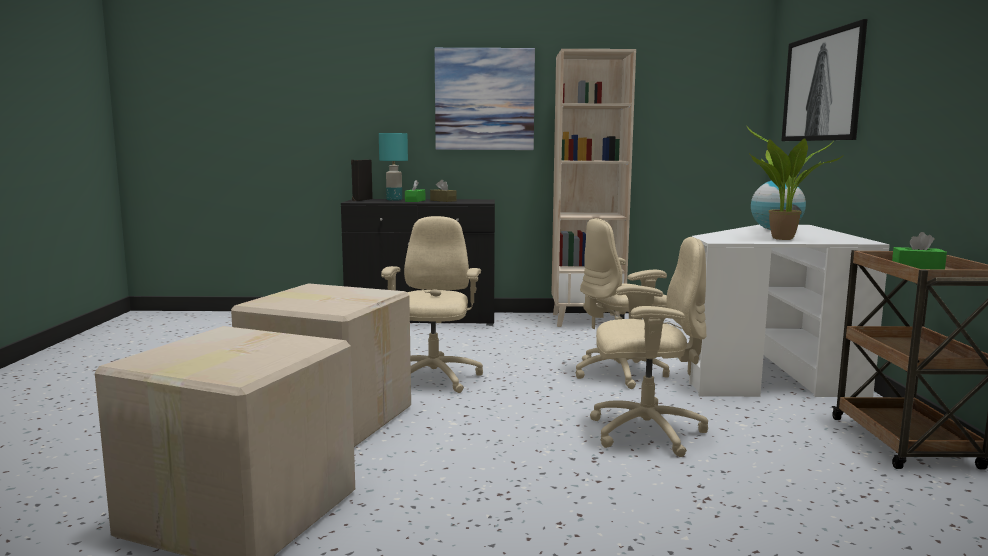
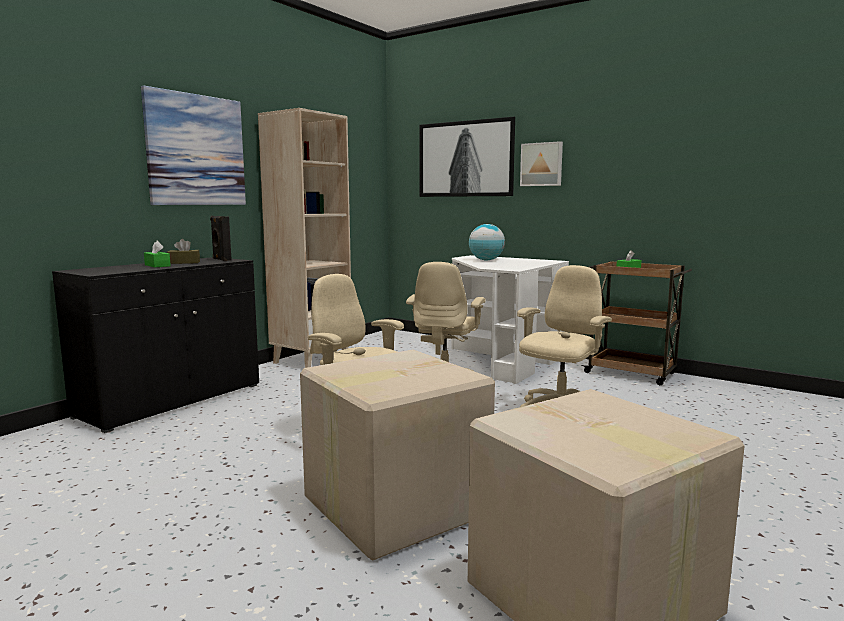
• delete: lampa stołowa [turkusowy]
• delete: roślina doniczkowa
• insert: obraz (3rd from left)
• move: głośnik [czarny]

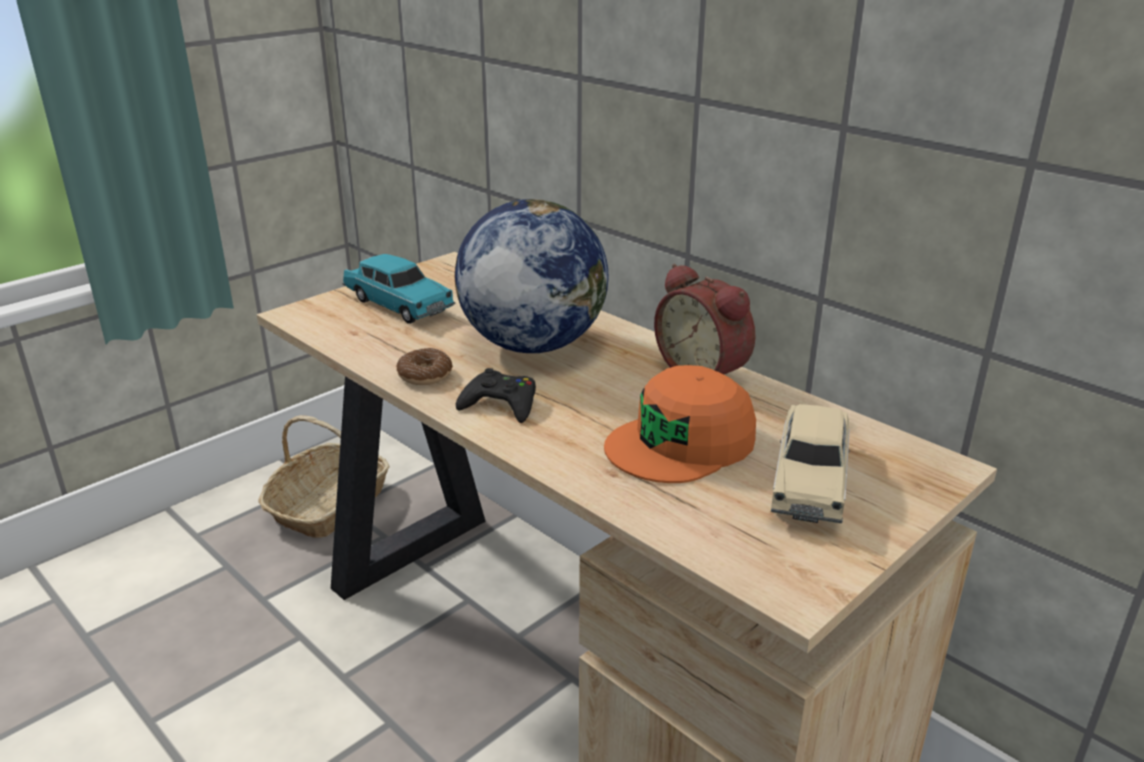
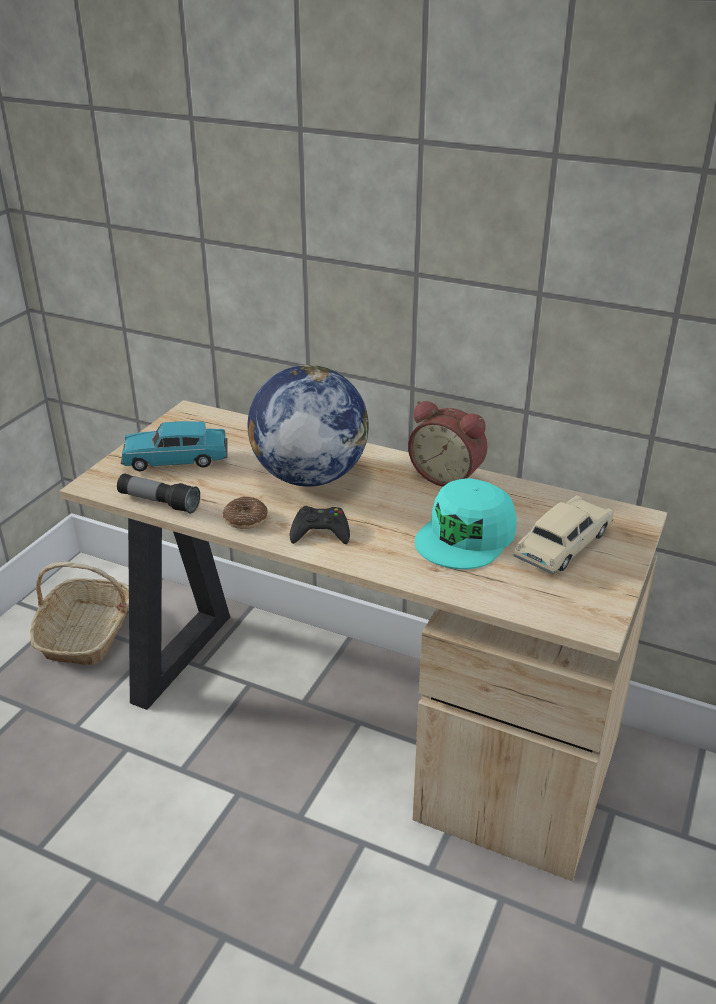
• insert: latarka
• recolor: czapka z daszkiem [pomarańczowy] to czapka z daszkiem [turkusowy]
• rotate: samochodzik [turkusowy] 150 degrees clockwise
• rotate: samochodzik [beżowy] 135 degrees counterclockwise

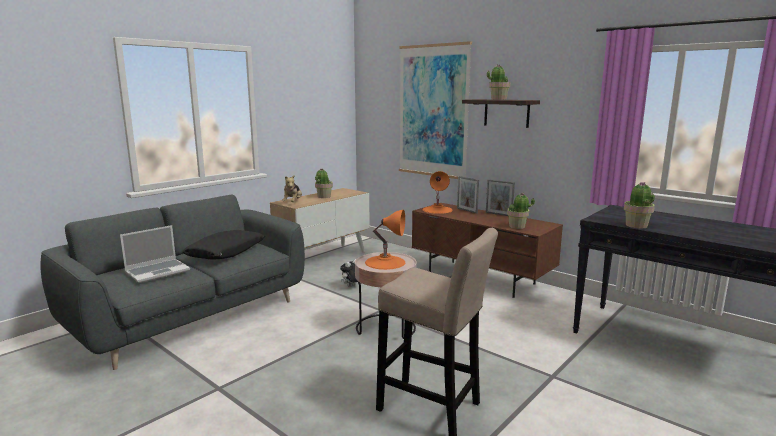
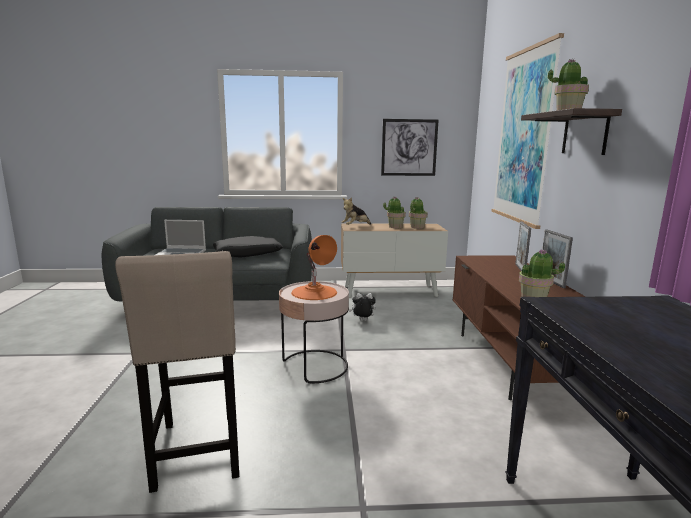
• delete: lampa stołowa [pomarańczowy] (2nd from left)
• insert: obraz (1st from left)
• move: roślina doniczkowa (4th from left in the first image) to roślina doniczkowa (2nd from left)

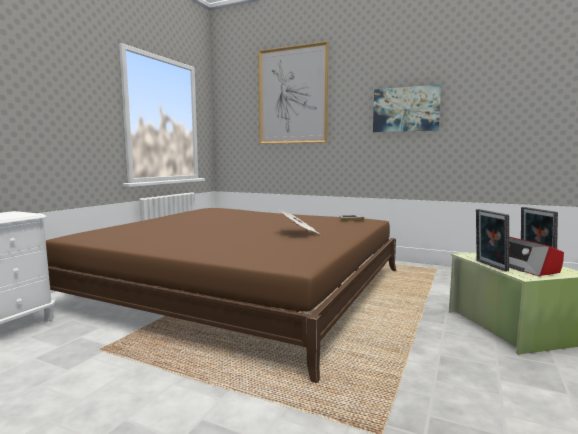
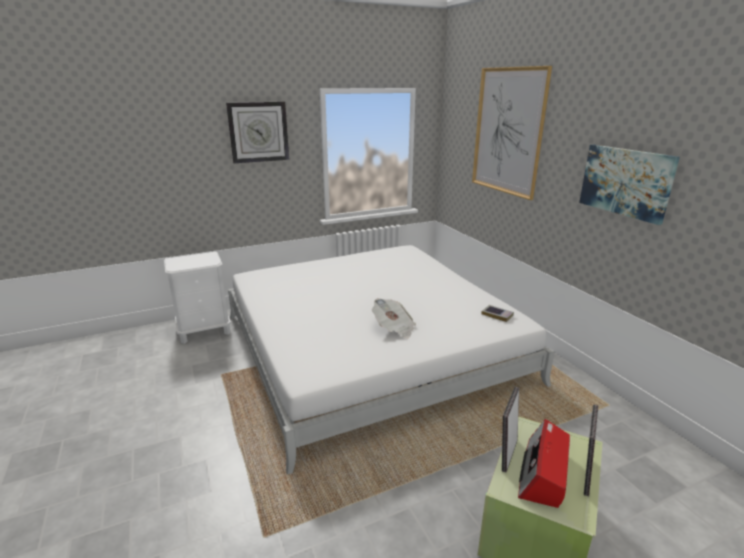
• insert: zegar ścienny
• recolor: łóżko [brązowy] to łóżko [biały]

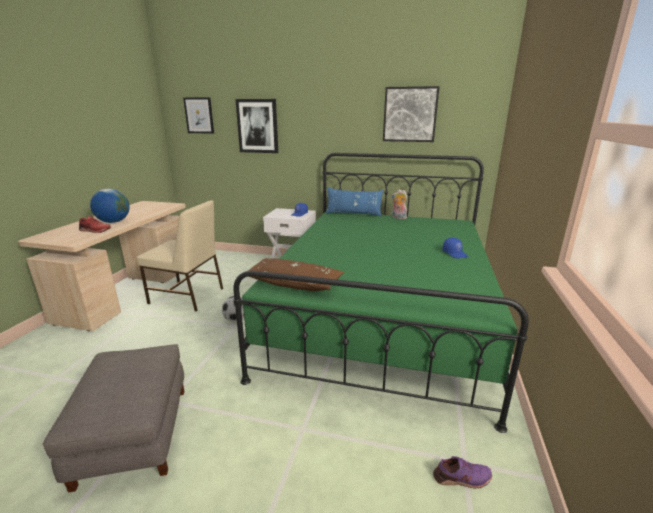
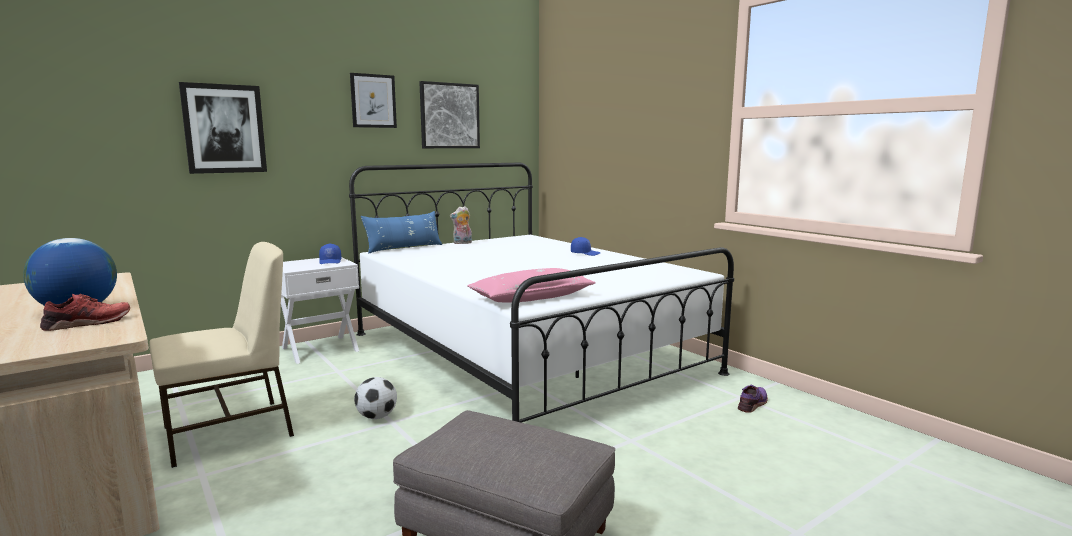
• move: obraz (1st from left in the first image) to obraz (2nd from left)
• recolor: łóżko [zielony] to łóżko [biały]
• recolor: poduszka [brązowy] to poduszka [różowy]

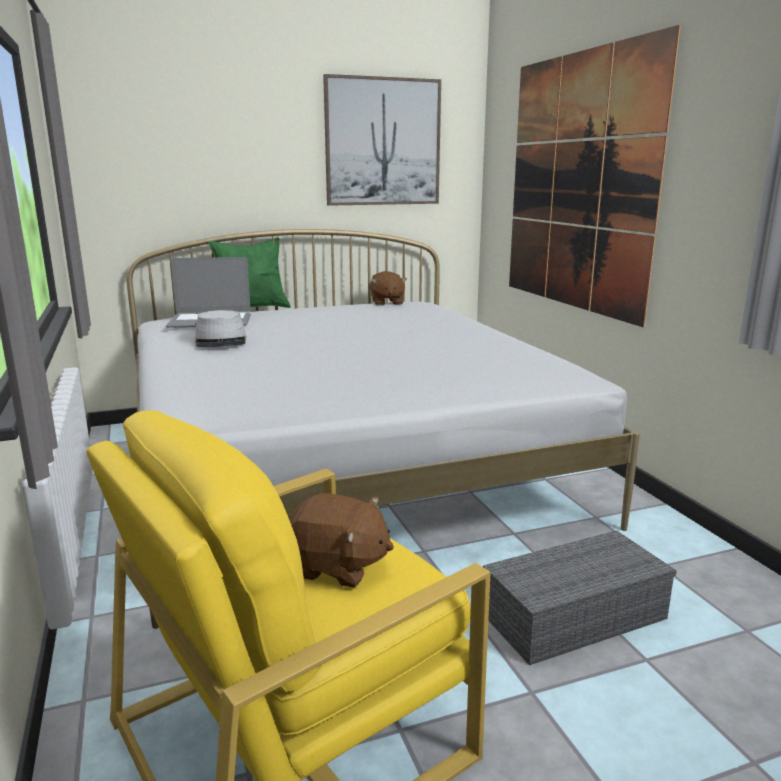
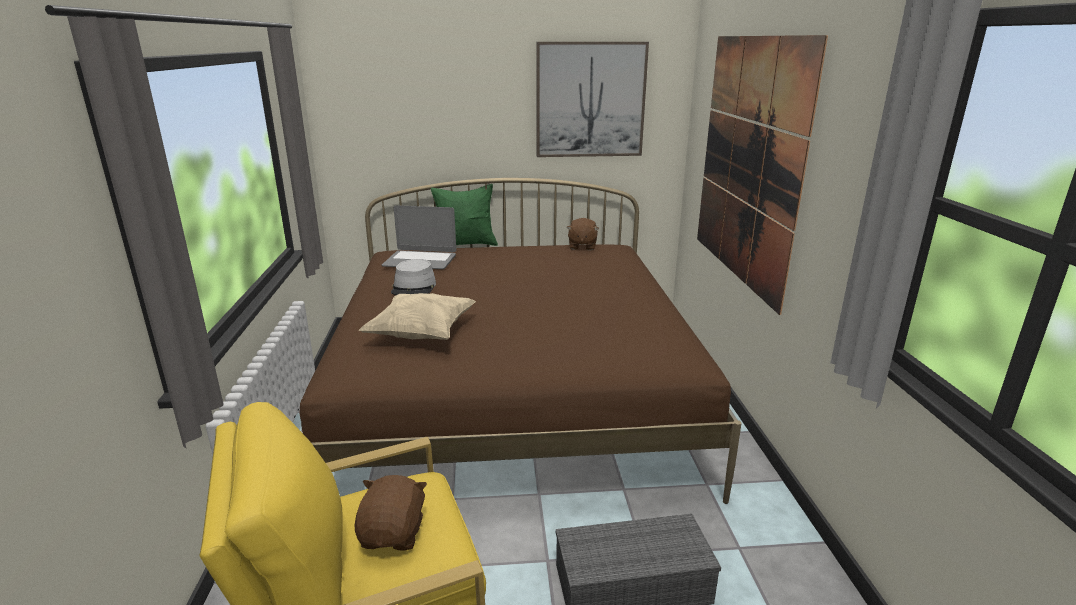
• insert: poduszka [beżowy]
• recolor: łóżko [biały] to łóżko [brązowy]
• rotate: pluszak [brązowy] (1st from left) 120 degrees counterclockwise

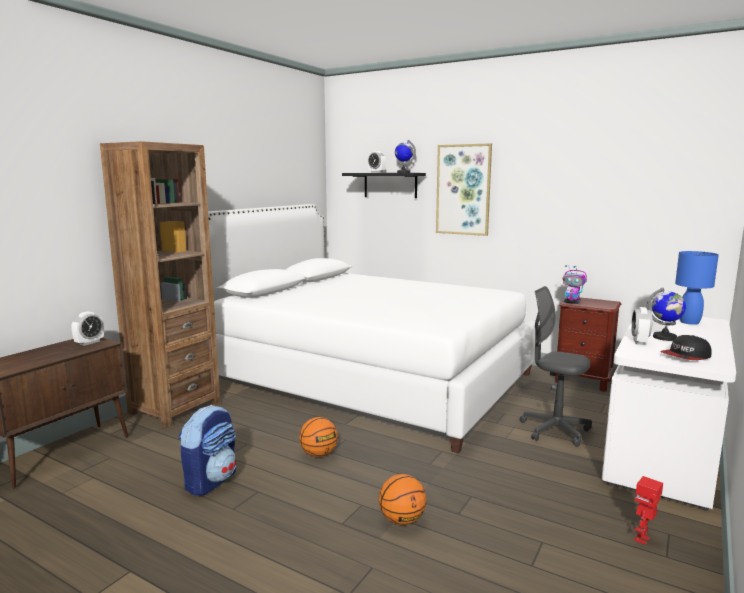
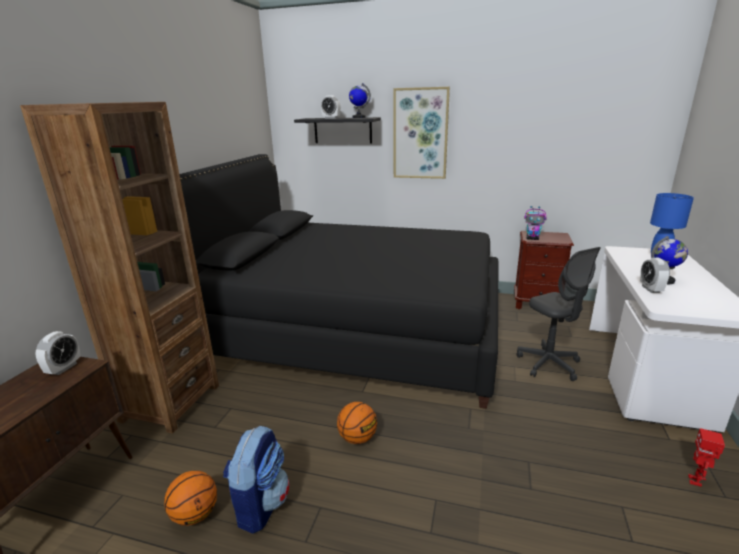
• delete: czapka z daszkiem
• move: piłka do koszykówki (2nd from left in the first image) to piłka do koszykówki (1st from left)
• recolor: łóżko [biały] to łóżko [czarny]
• rotate: krzesło biurowe [szary] 135 degrees counterclockwise

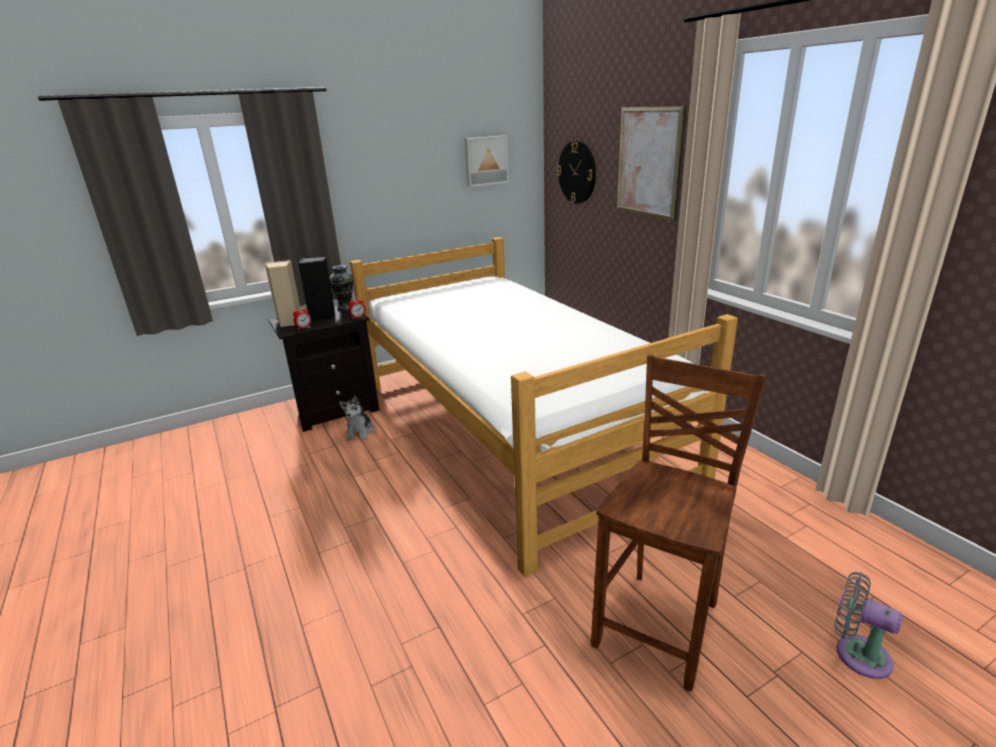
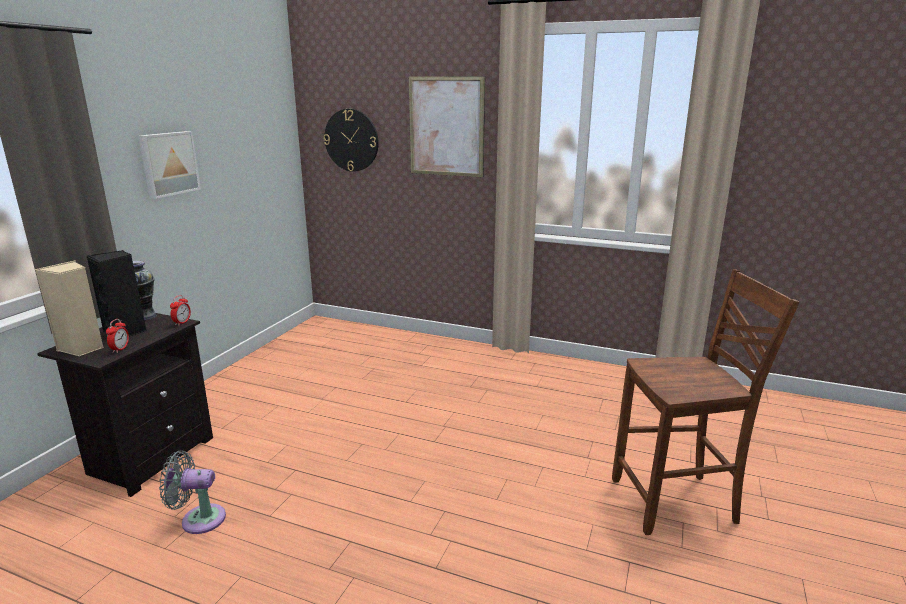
• delete: pluszak
• delete: łóżko
• move: obraz (1st from left)
• move: wentylator [szary]
• rotate: krzesło [brązowy] 90 degrees clockwise

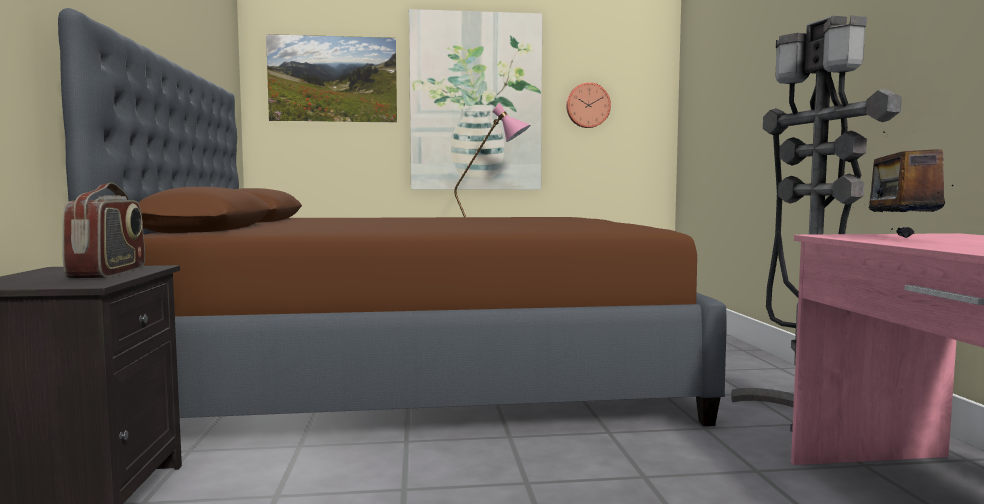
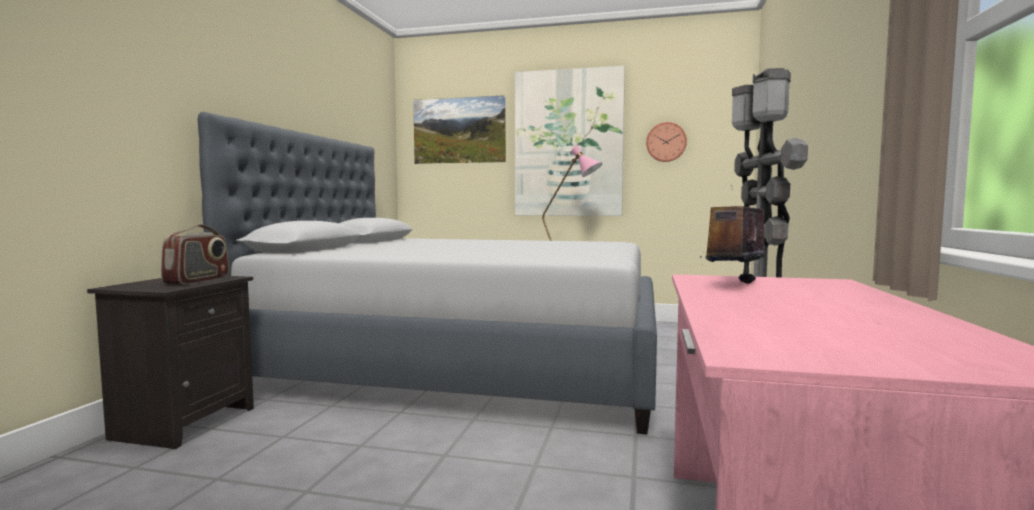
• recolor: łóżko [brązowy] to łóżko [szary]

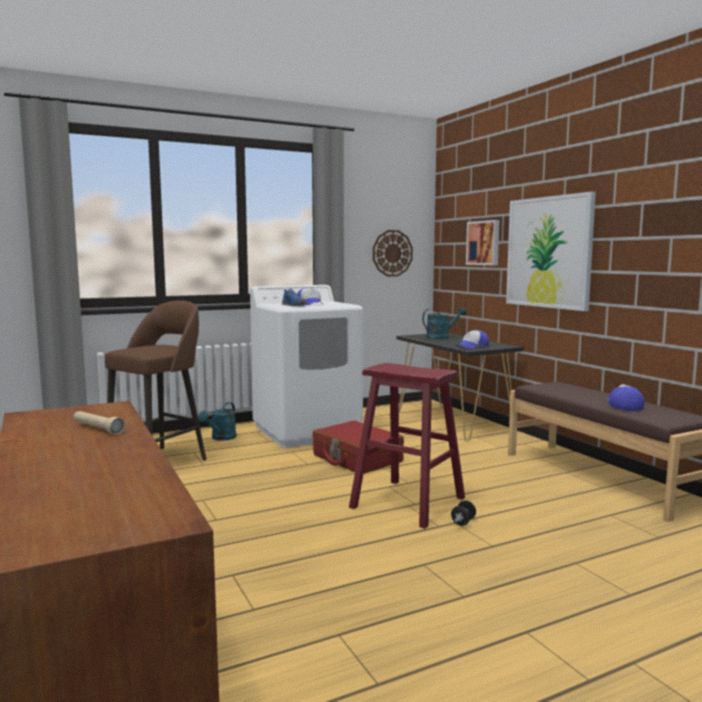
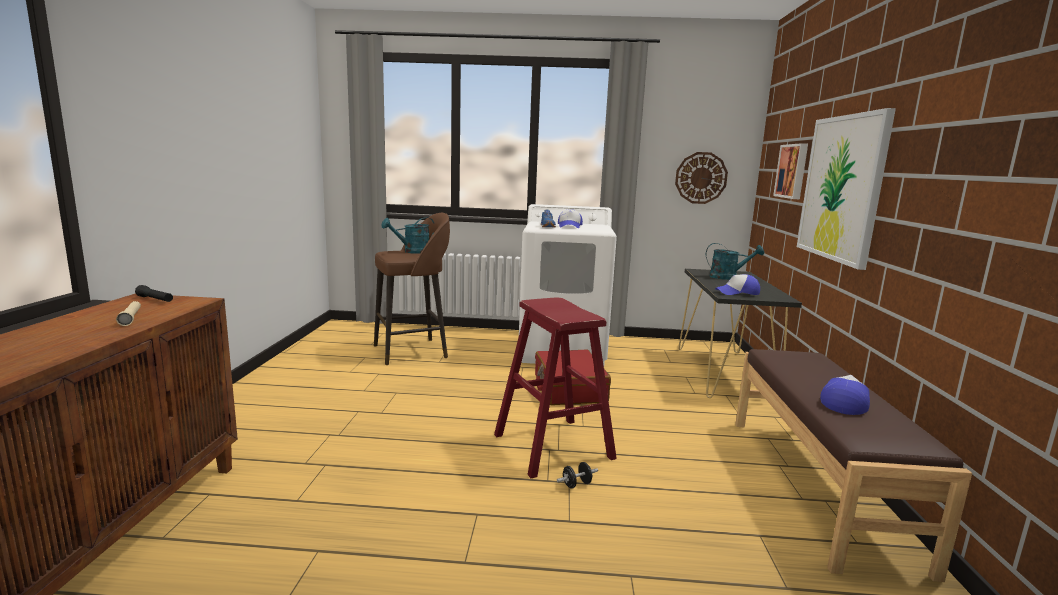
• insert: latarka [czarny]
• move: konewka [turkusowy] (1st from left)

